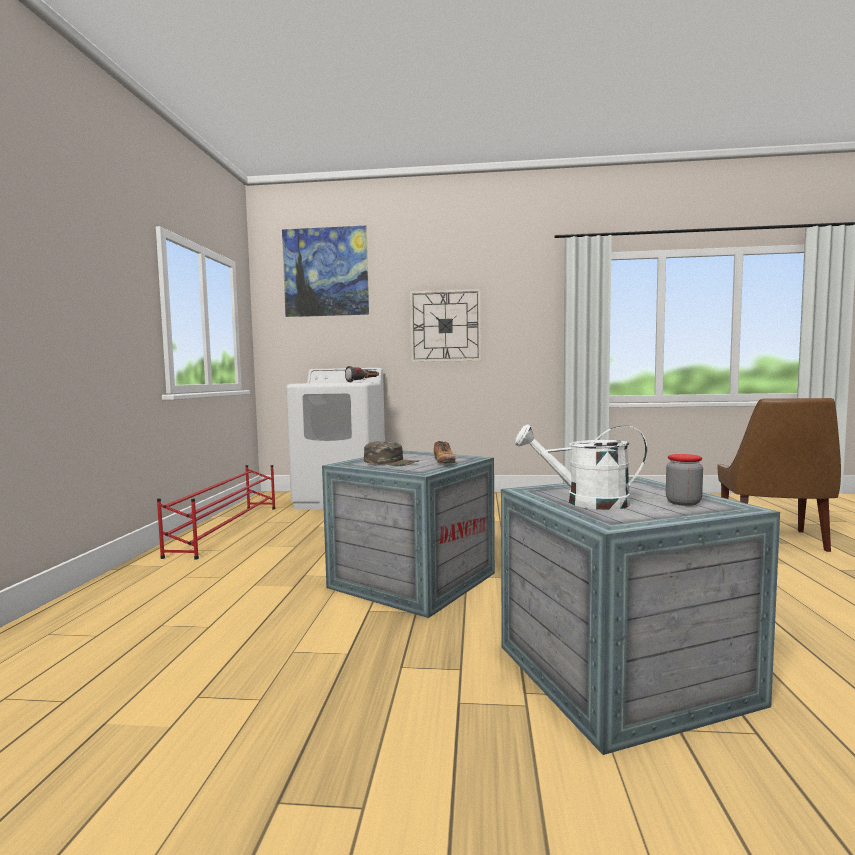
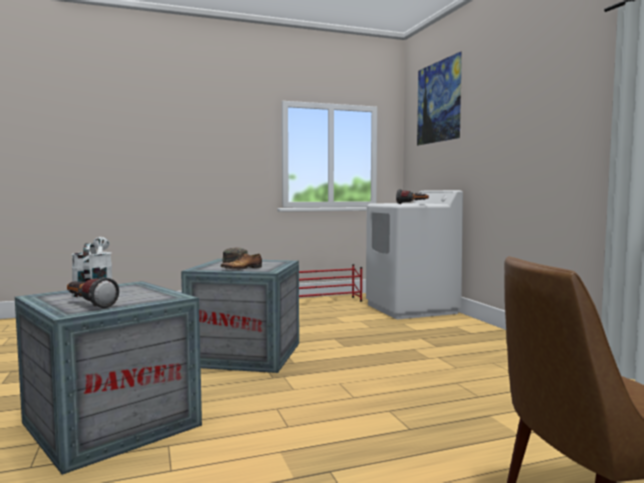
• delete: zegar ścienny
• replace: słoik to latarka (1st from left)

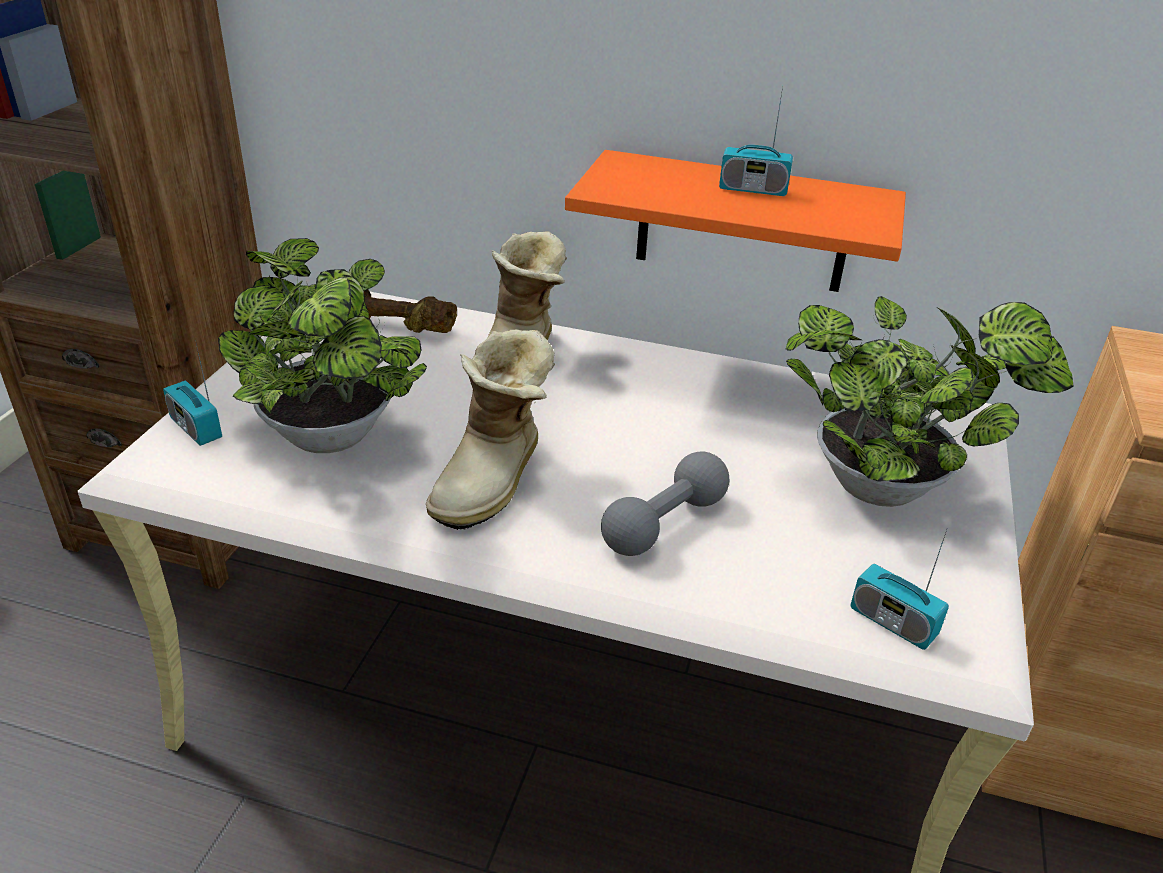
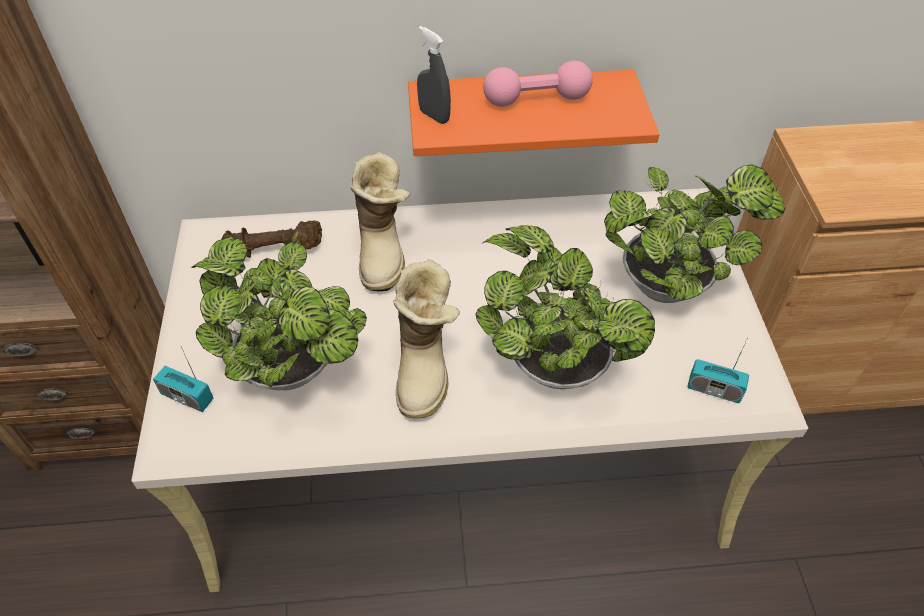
• insert: spryskiwacz [szary]
• replace: hantel [szary] to roślina doniczkowa (2nd from left)
• replace: radio (2nd from left) to hantel [różowy]

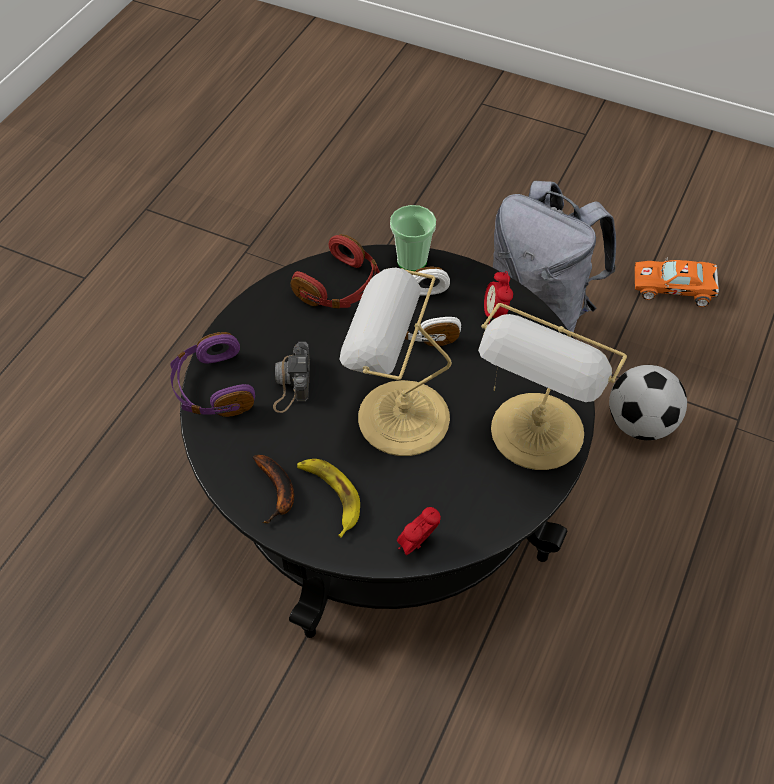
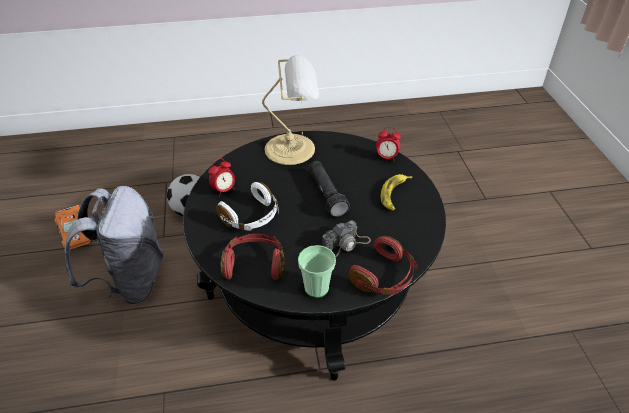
• delete: banan (1st from left)
• move: filiżanka
• replace: lampa stołowa (1st from left) to latarka [czarny]
• recolor: słuchawki [fioletowy] to słuchawki [czerwony] (2nd from left)

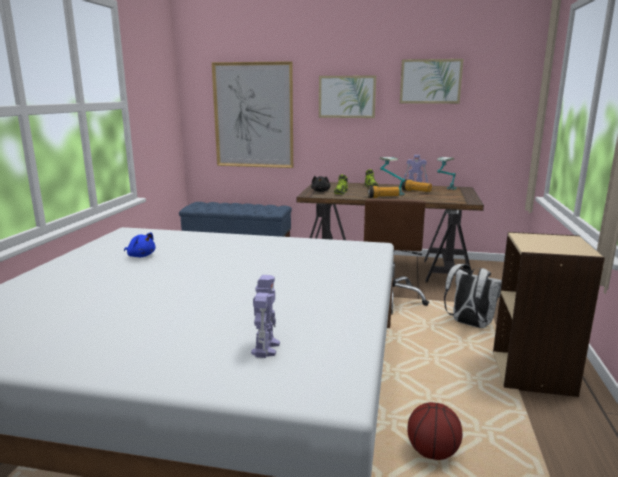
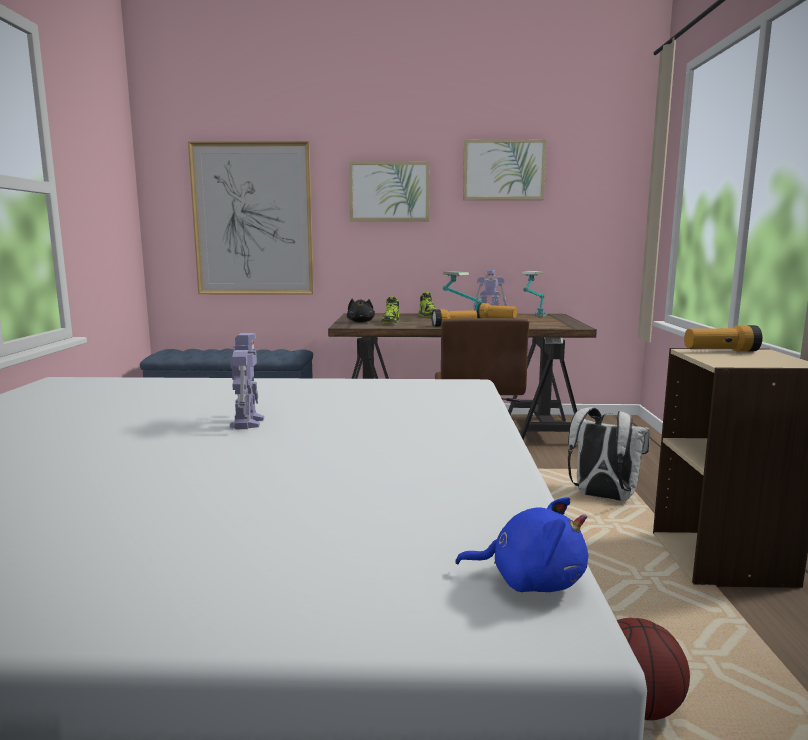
• insert: latarka (3rd from left)
• move: pluszak [niebieski]
• move: robot zabawkowy (1st from left)

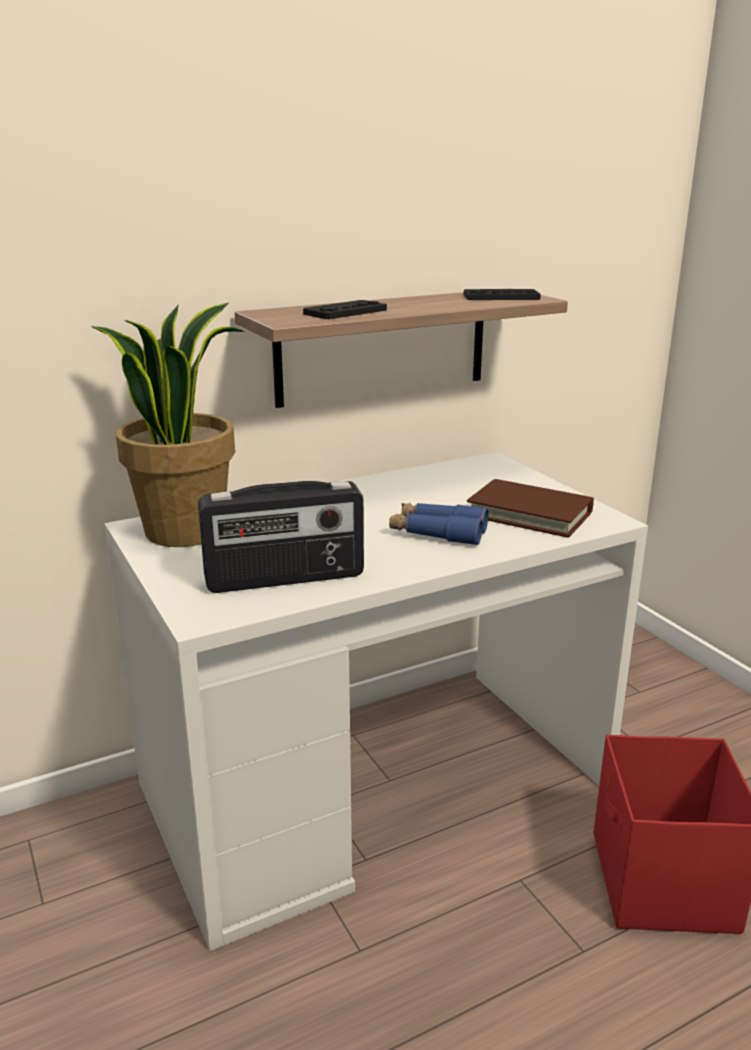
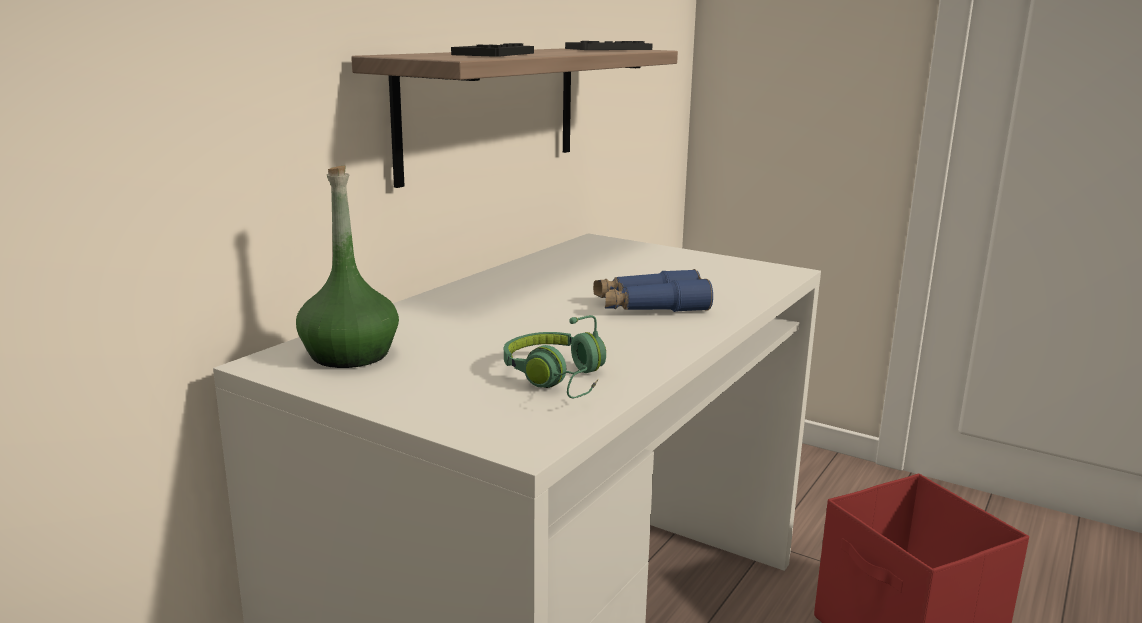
• delete: książka [brązowy]
• replace: roślina doniczkowa to butelka [zielony]
• replace: radio to słuchawki [zielony]

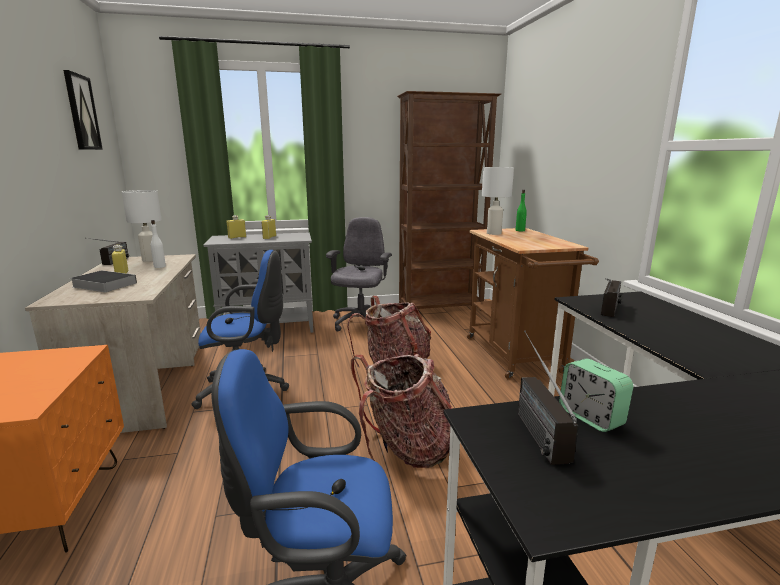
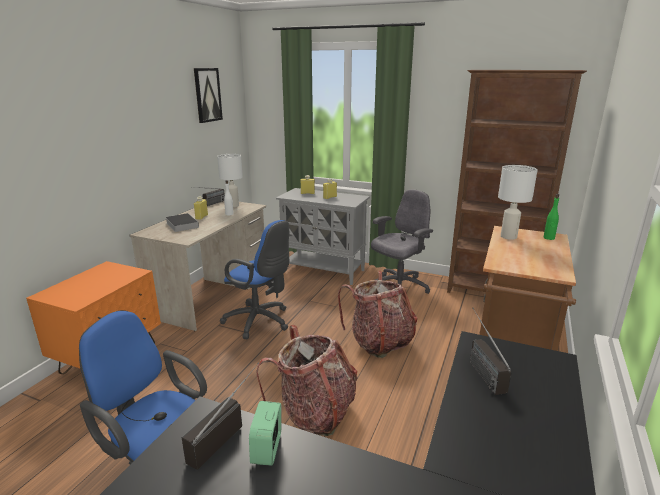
• rotate: radio (3rd from left) 105 degrees clockwise

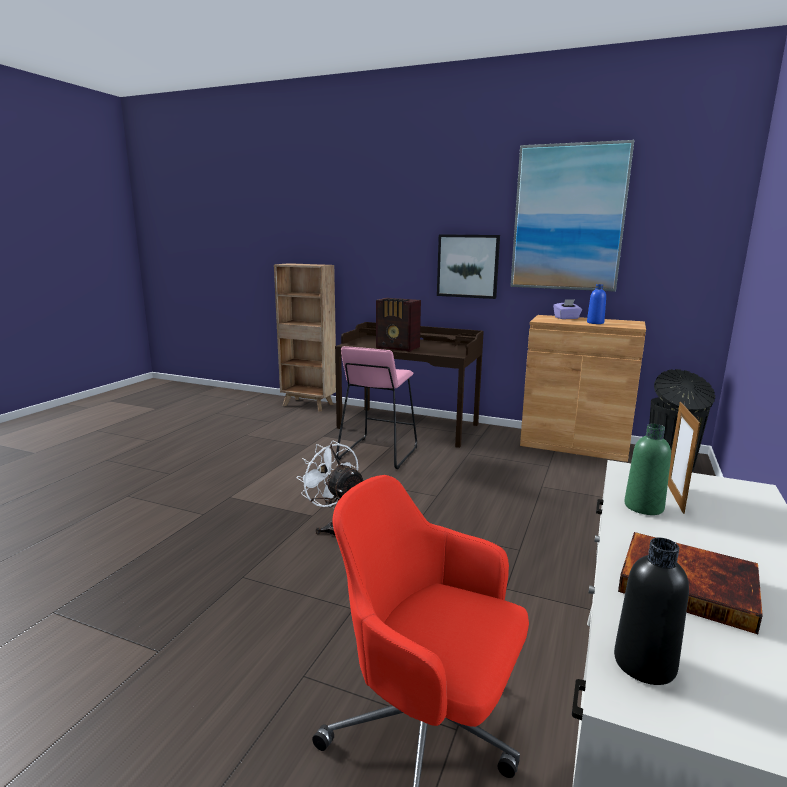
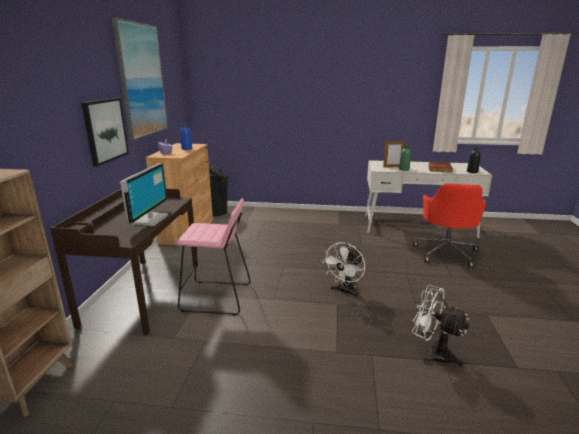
• insert: wentylator [biały] (2nd from left)
• replace: radio to monitor

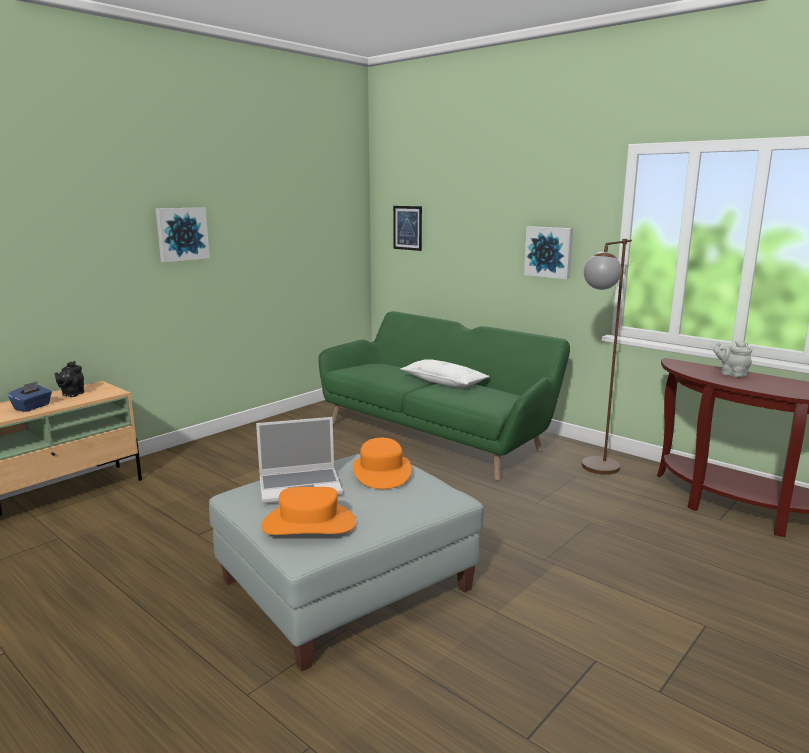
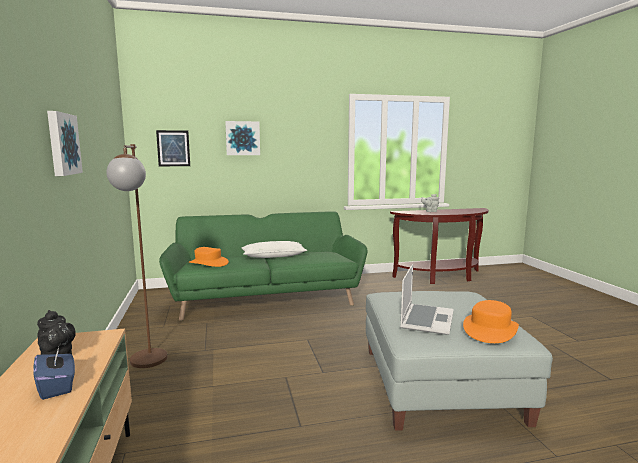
• move: kapelusz [pomarańczowy] (2nd from left in the first image) to kapelusz [pomarańczowy] (1st from left)
• move: obraz (3rd from left)
• move: lampa stojąca [brązowy]

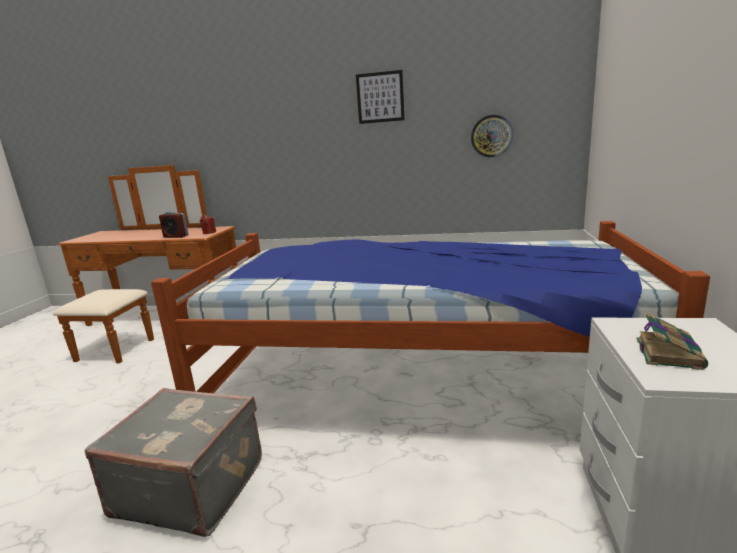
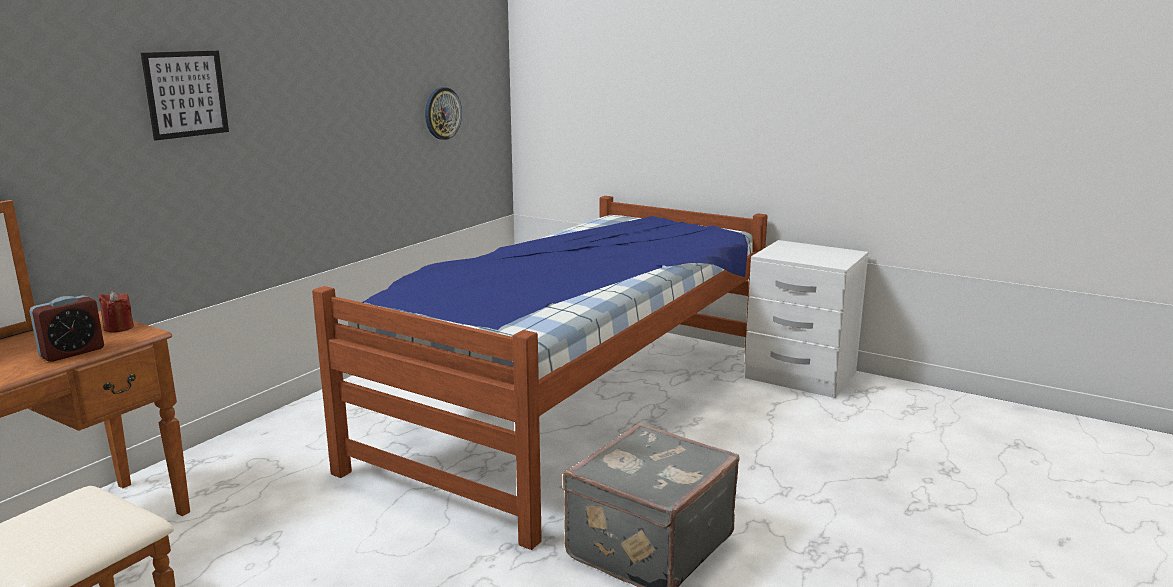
• delete: książka
• move: obraz

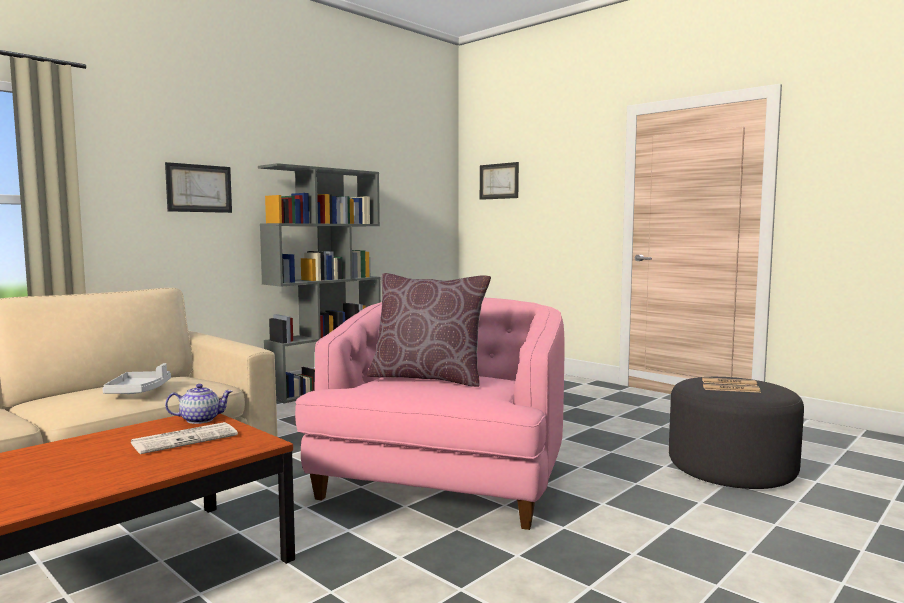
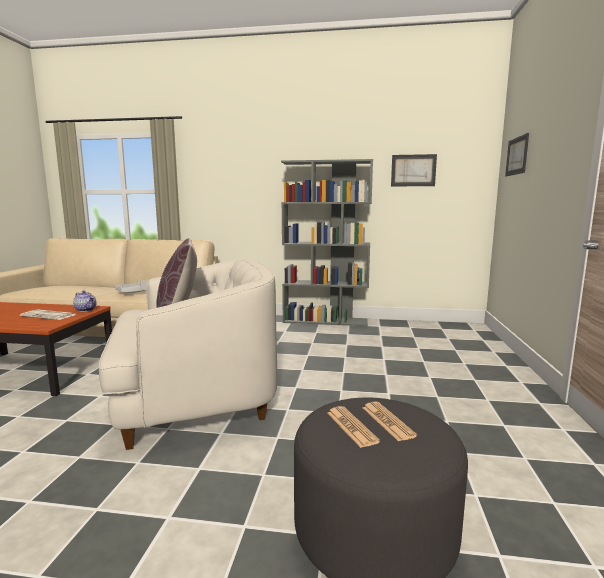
• move: obraz (1st from left)
• recolor: fotel [różowy] to fotel [biały]

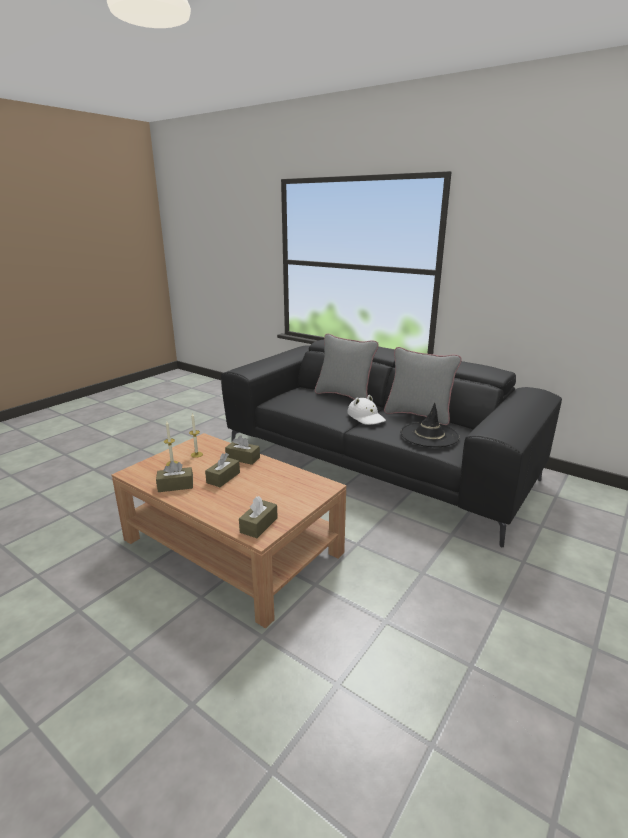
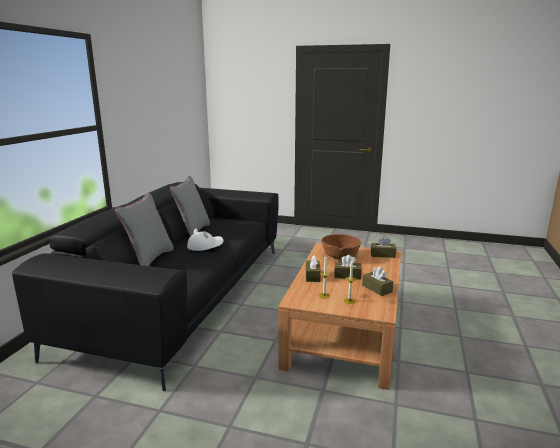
• delete: kapelusz [czarny]
• insert: miska [brązowy]

